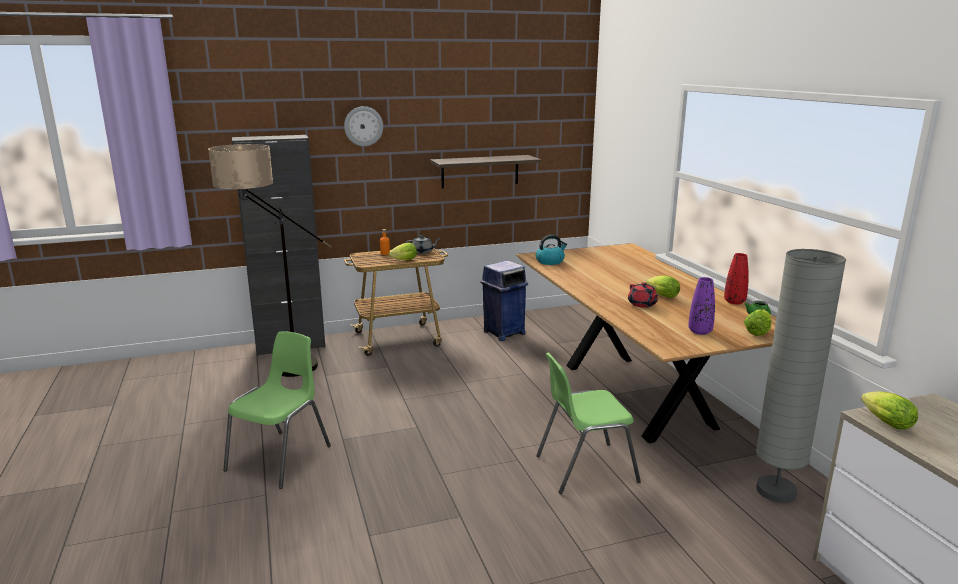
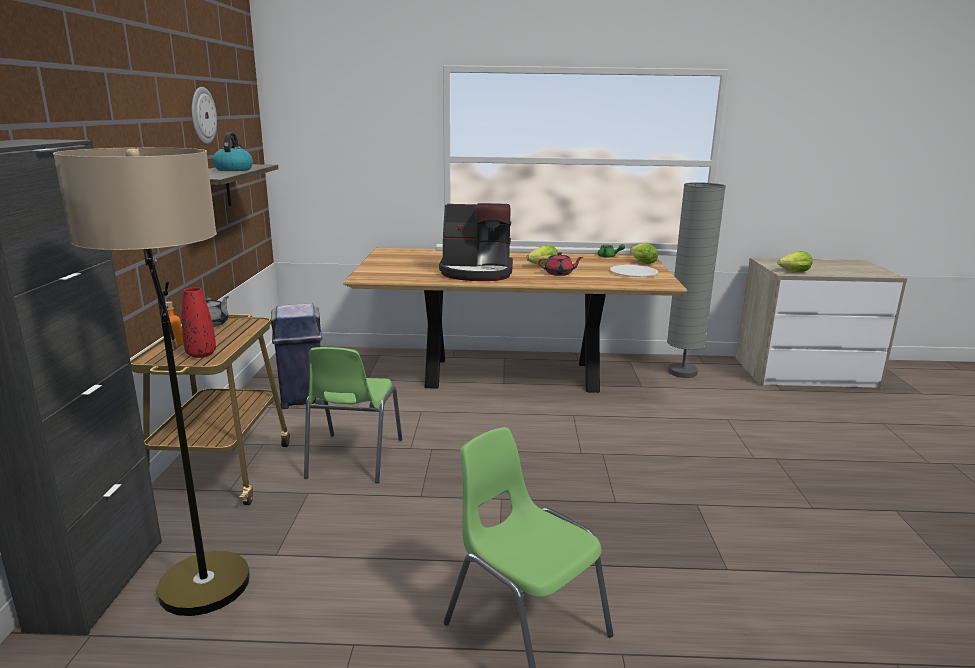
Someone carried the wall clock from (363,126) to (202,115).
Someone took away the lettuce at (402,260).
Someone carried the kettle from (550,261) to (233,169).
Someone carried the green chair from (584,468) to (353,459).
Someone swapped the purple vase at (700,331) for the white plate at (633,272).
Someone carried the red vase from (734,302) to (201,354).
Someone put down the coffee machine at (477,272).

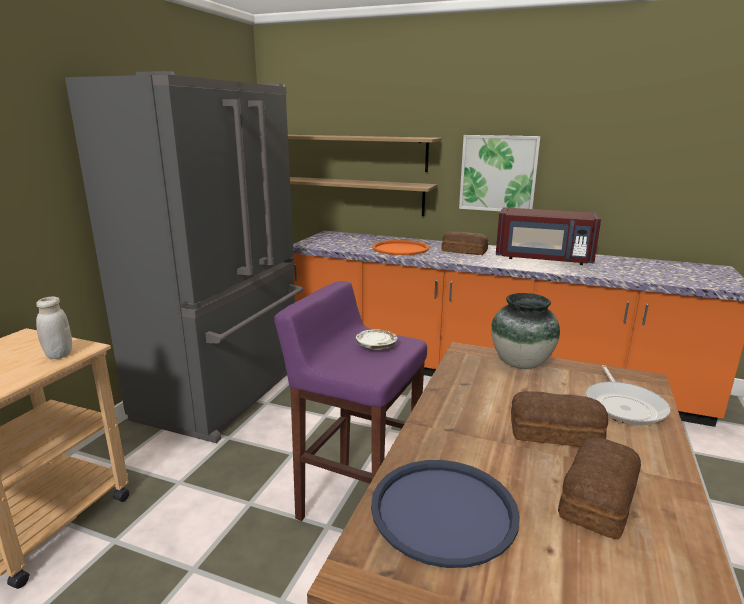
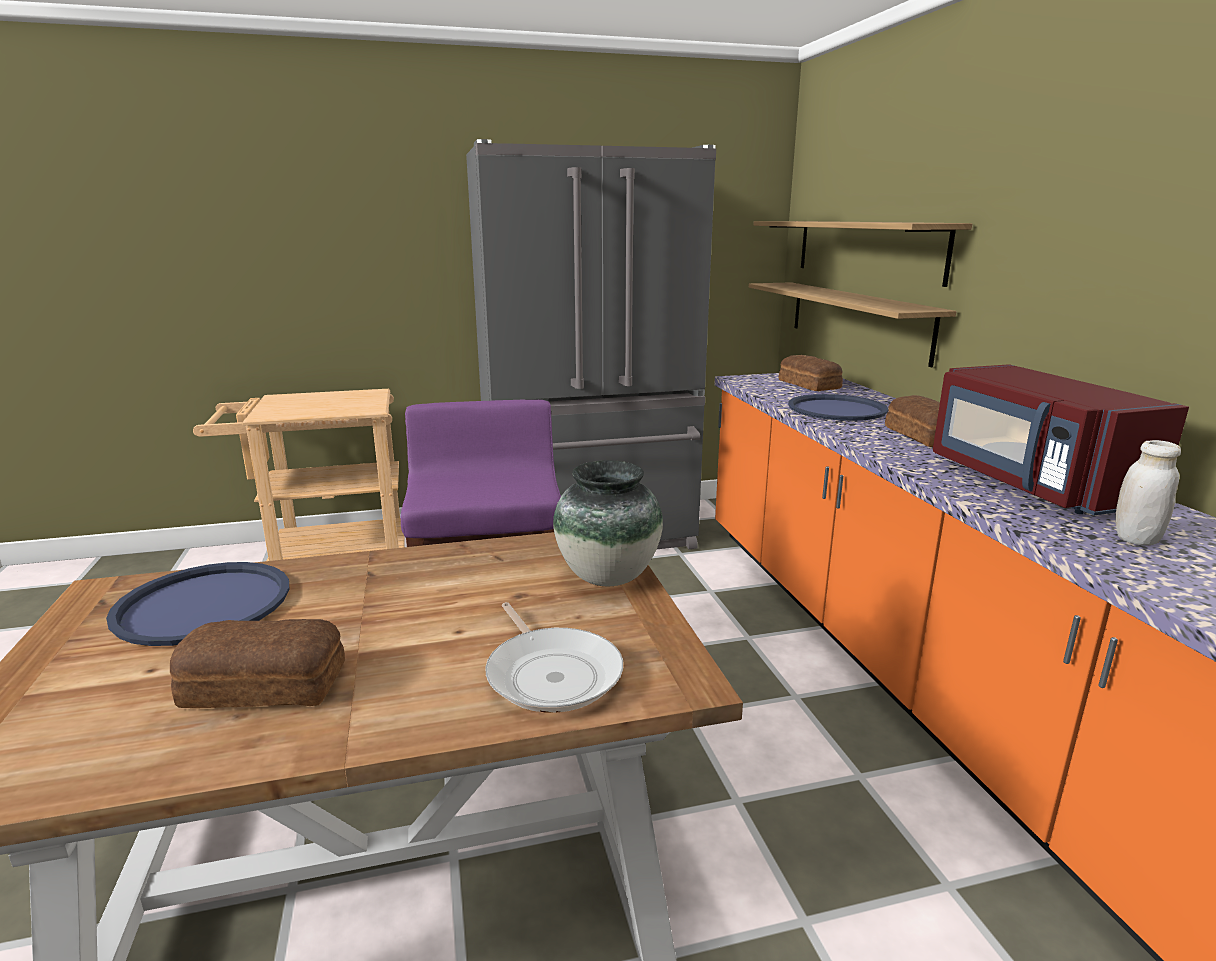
Someone carried the white jar from (59,354) to (1136,539).
Someone took away the white plate at (376,346).
Someone repainted the orange tray at (400,249), which became the blue tray at (836,409).
Someone took away the picture at (498,173).
Someone carried the bread from (556,433) to (809,385).
Someone rotated the frying pan at (623,406) by 90 degrees counterclockwise.

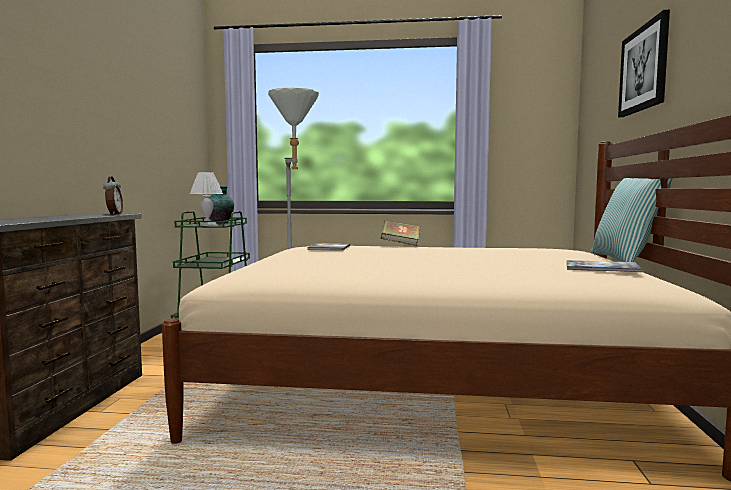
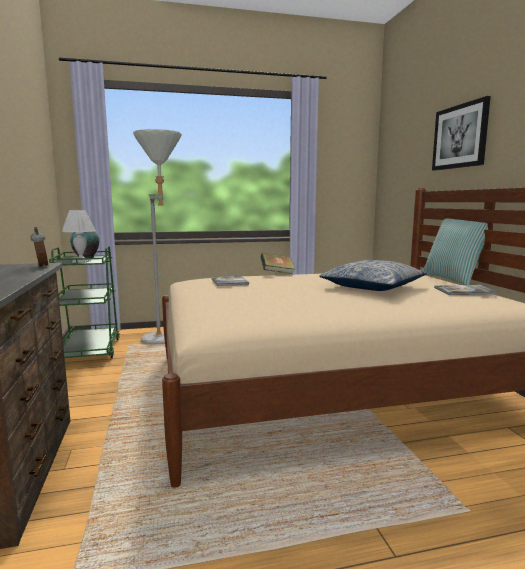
Someone put down the pillow at (372,287).

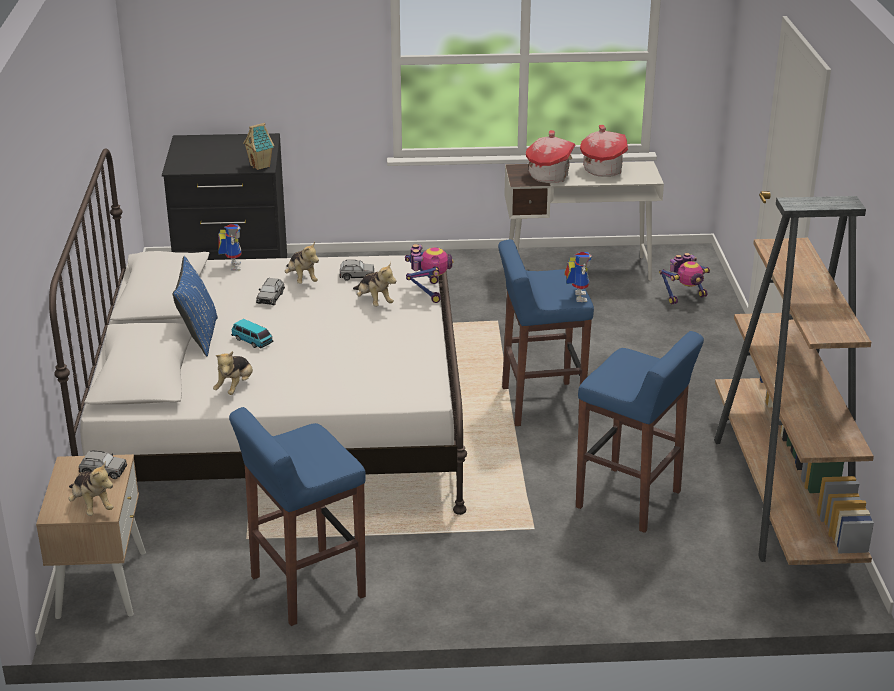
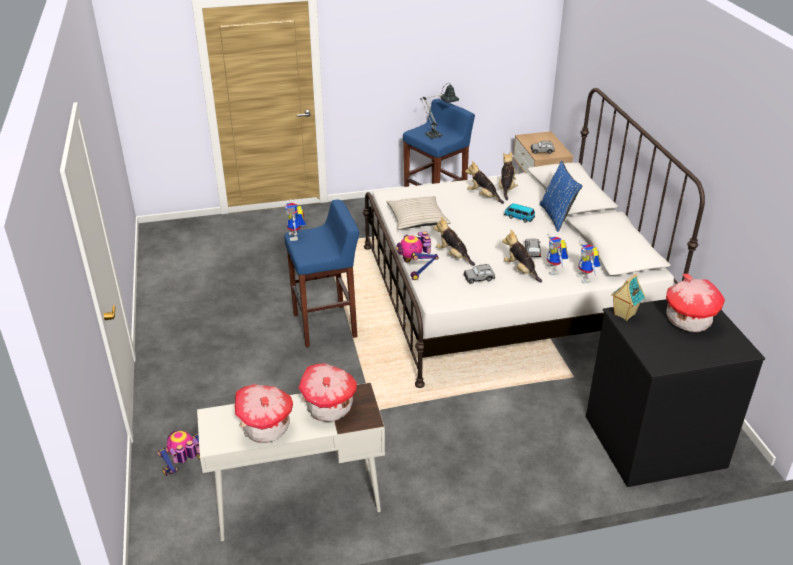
Someone carried the plush toy from (91,506) to (483,196).
Someone took away the blue stool at (630,500).
Someone took away the brown bookcase at (782,498).
Someone put down the beige pillow at (417,219).
Someone put down the table lamp at (437,134).
Someone put down the toy robot at (554,270).
Someone put down the toy house at (688,320).

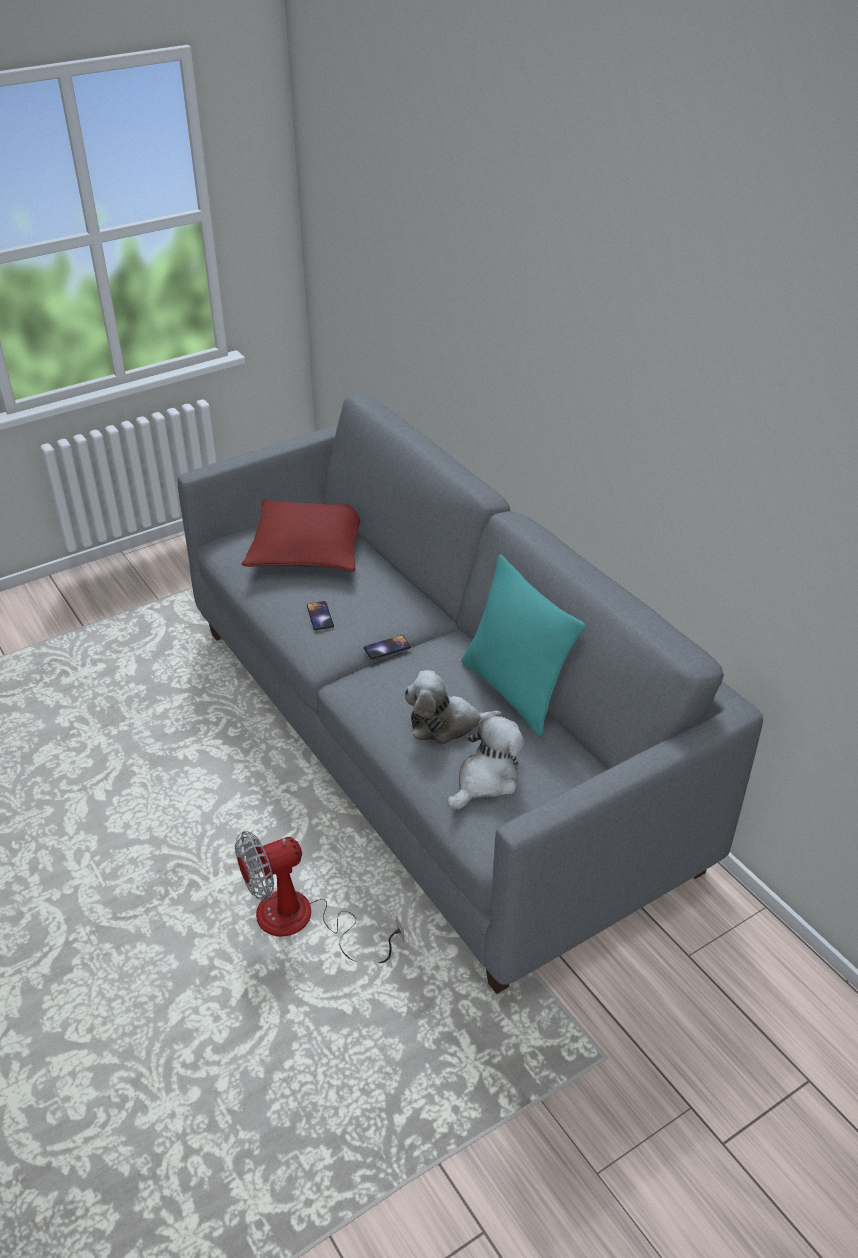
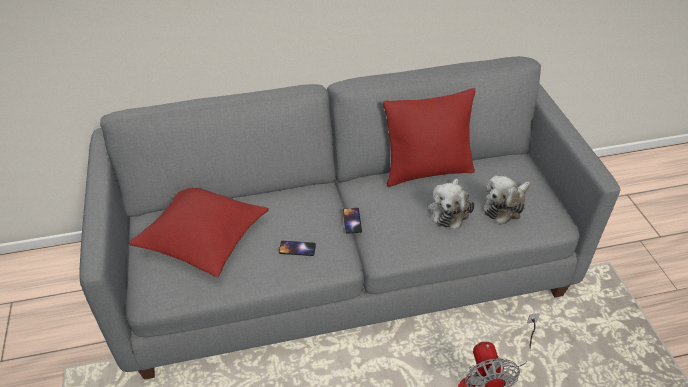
Someone rotated the plush toy at (486,780) by 105 degrees counterclockwise.
Someone repainted the turquoise pillow at (514,691), which became the red pillow at (427,171).

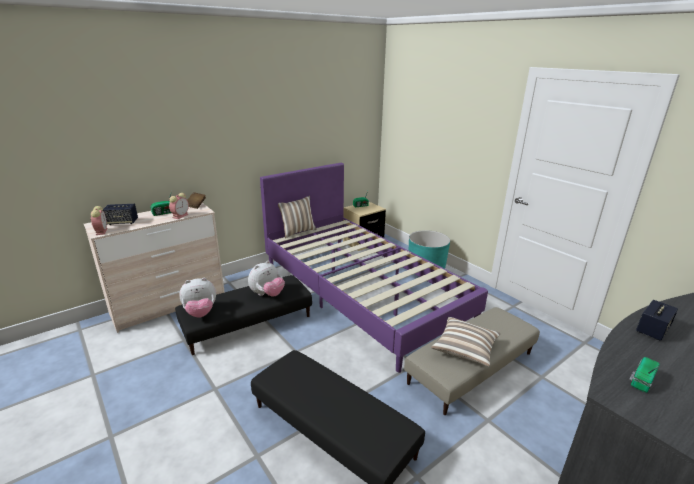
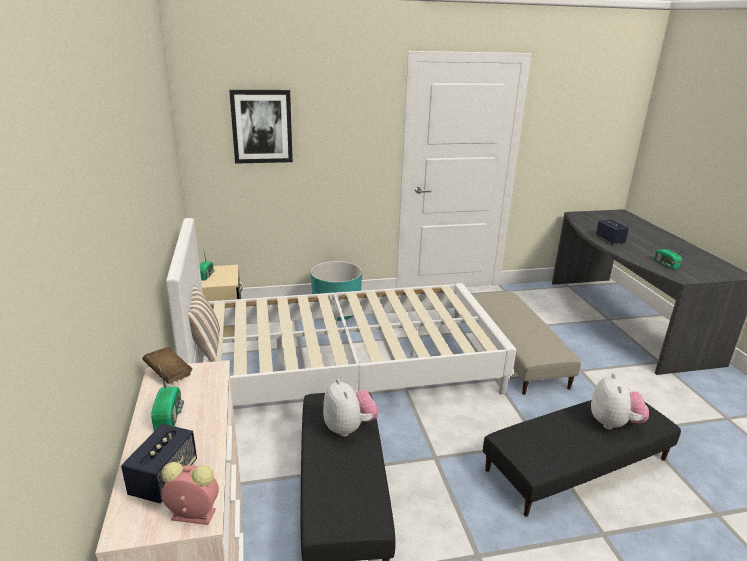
Someone took away the alarm clock at (180,216).
Someone carried the plush toy from (200,313) to (613,423).
Someone repainted the purple bed at (361,292), which became the white bed at (344,368).
Someone took away the pillow at (465,349).
Someone put up the picture at (262,126).

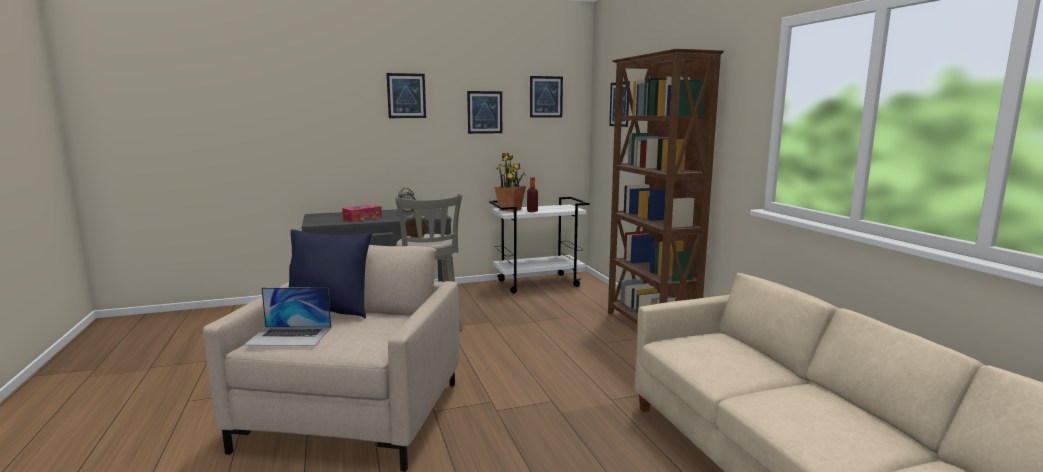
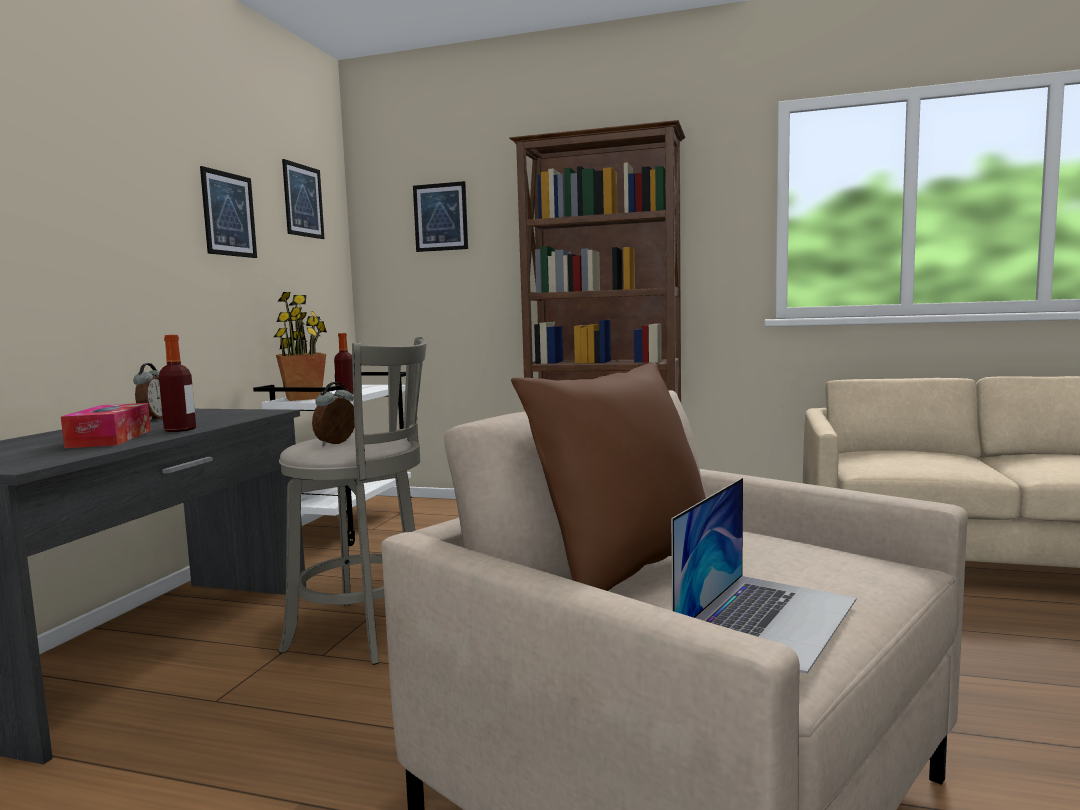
Someone repainted the blue pillow at (330,312), which became the brown pillow at (623,570).
Someone took away the picture at (406,95).
Someone put down the bottle at (180,430).

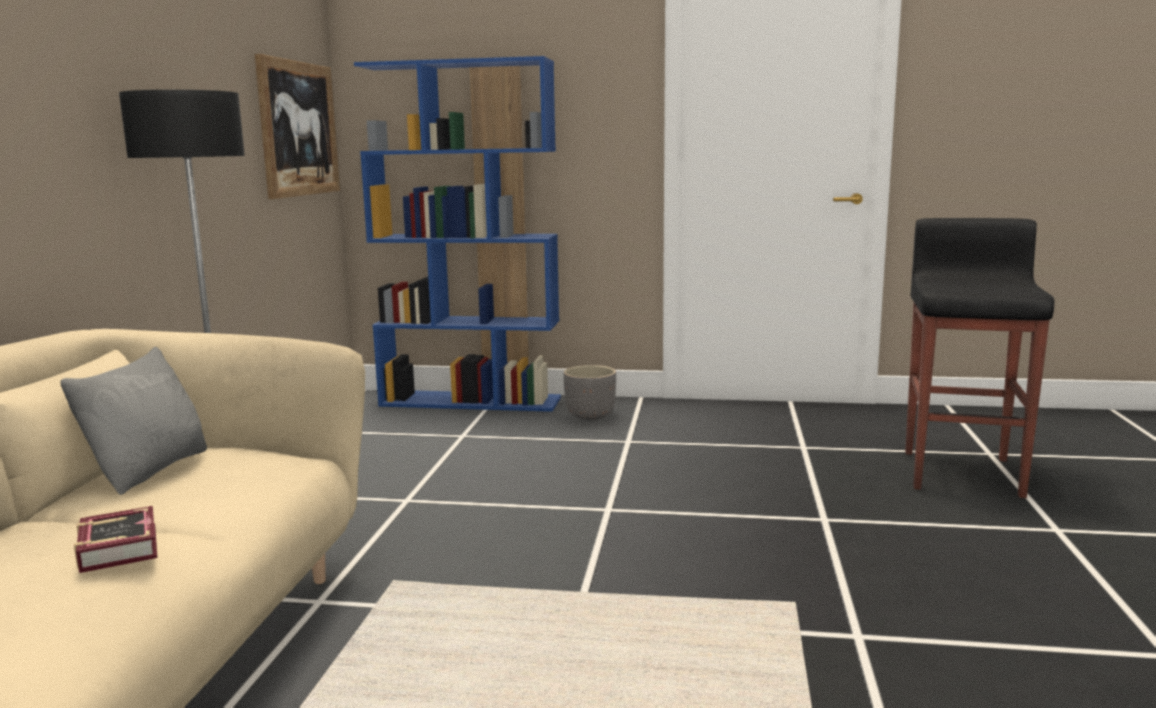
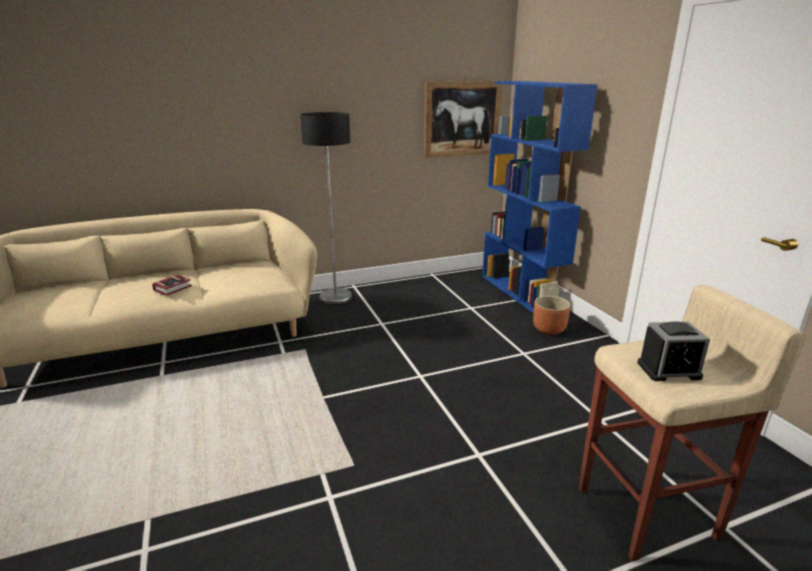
Someone took away the grey pillow at (149,470).
Someone repainted the grey planter at (590,415), which became the brown planter at (549,330).
Someone repainted the black stool at (963,472), which became the beige stool at (649,513).
Someone put down the alarm clock at (668,370).

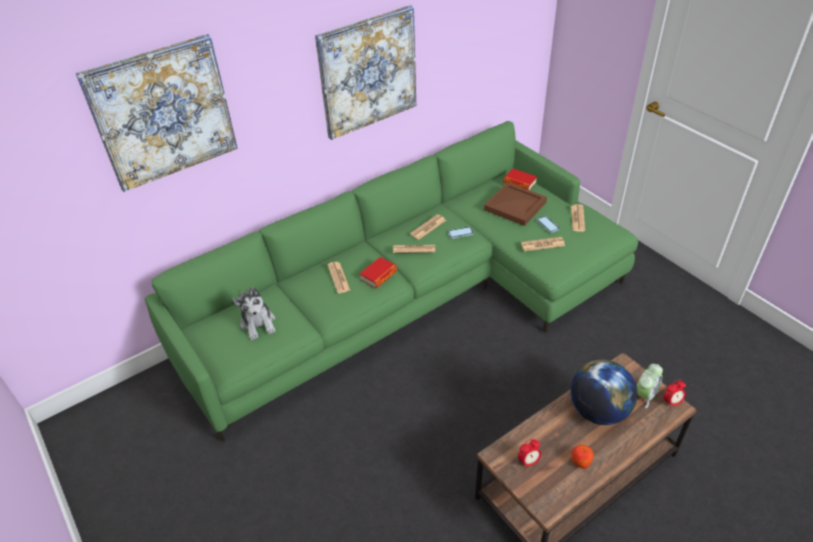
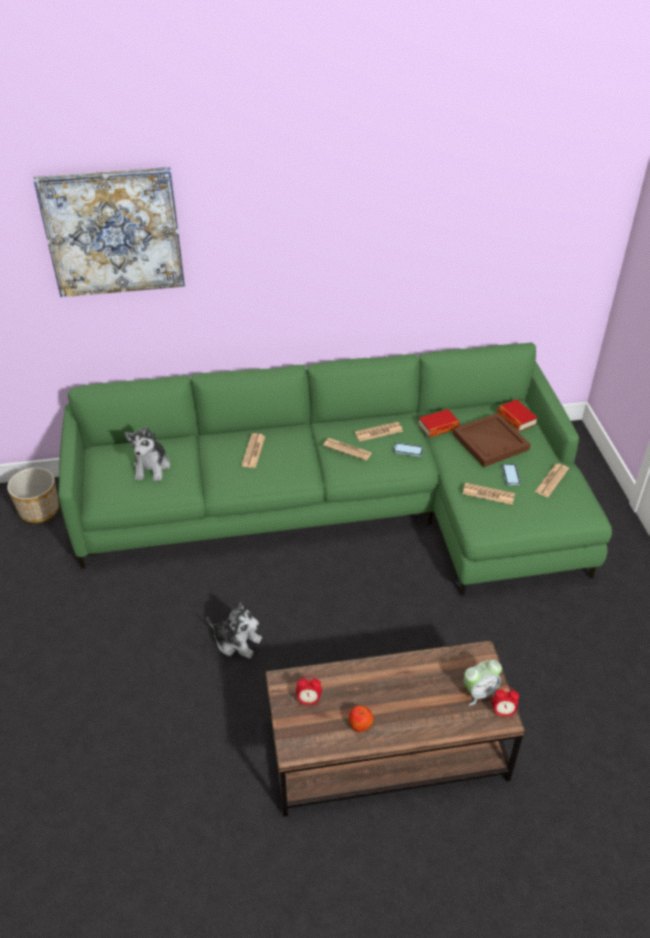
Someone took away the picture at (368,72).
Someone carried the book from (378,275) to (438,427).
Someone took away the globe at (598,411).
Someone put down the planter at (39,510).
Someone put down the plush toy at (237,641).

